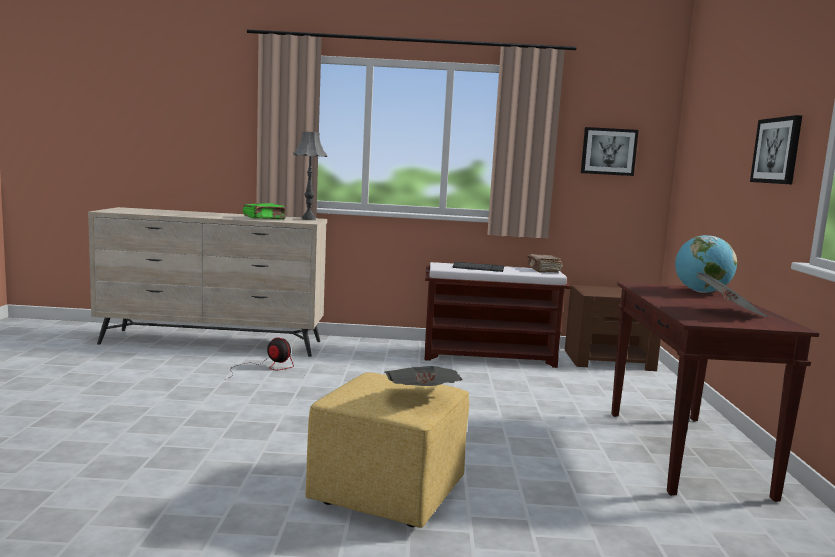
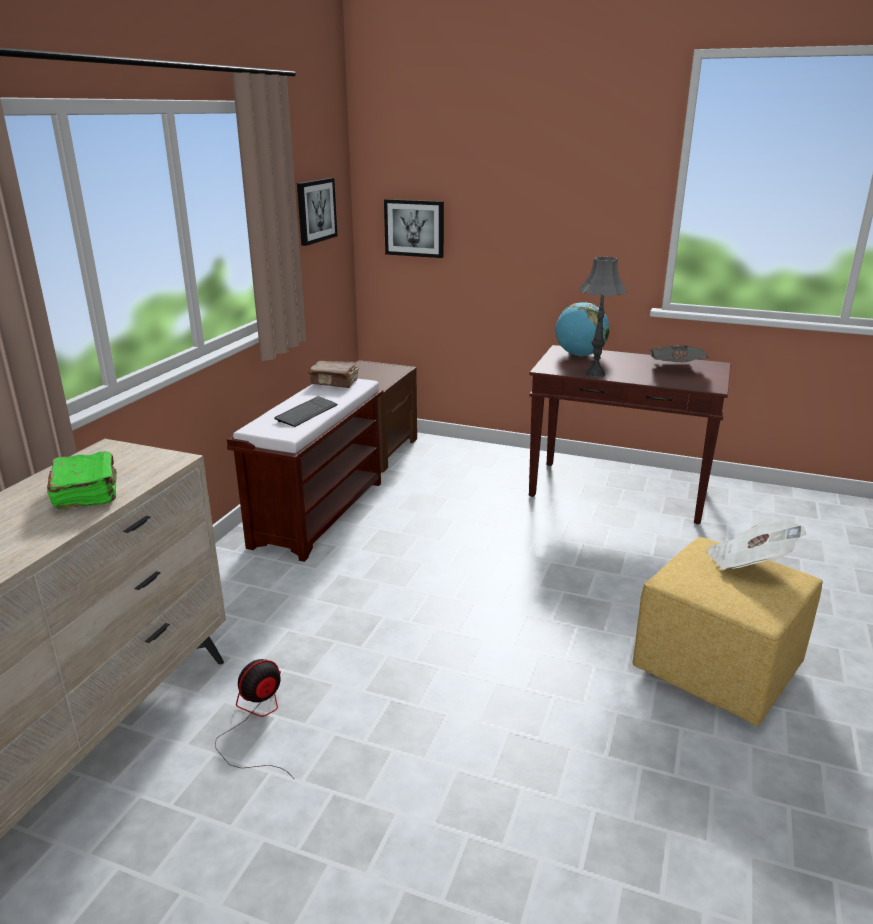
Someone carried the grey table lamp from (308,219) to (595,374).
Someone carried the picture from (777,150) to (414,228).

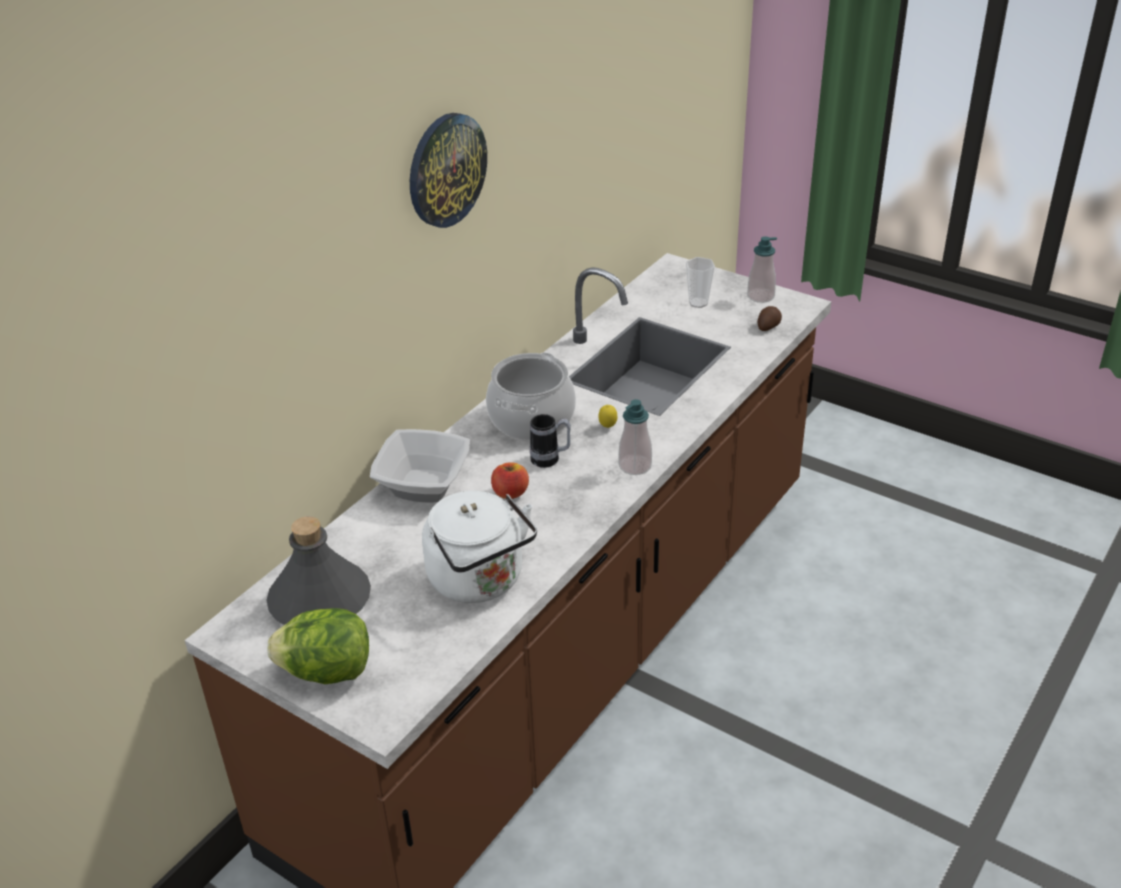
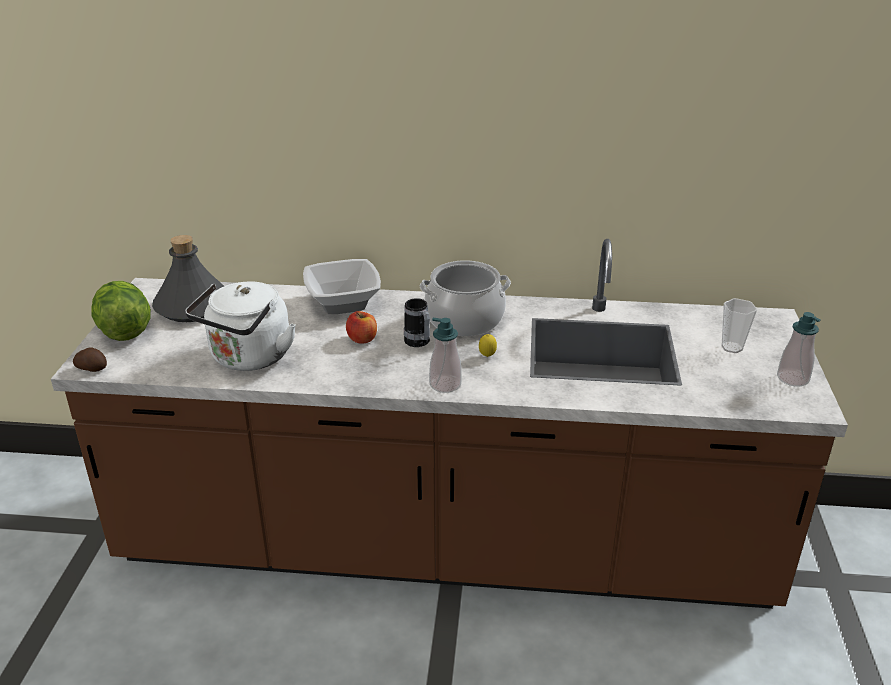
Someone took away the wall clock at (446,170).
Someone carried the potato from (768,326) to (92,368).

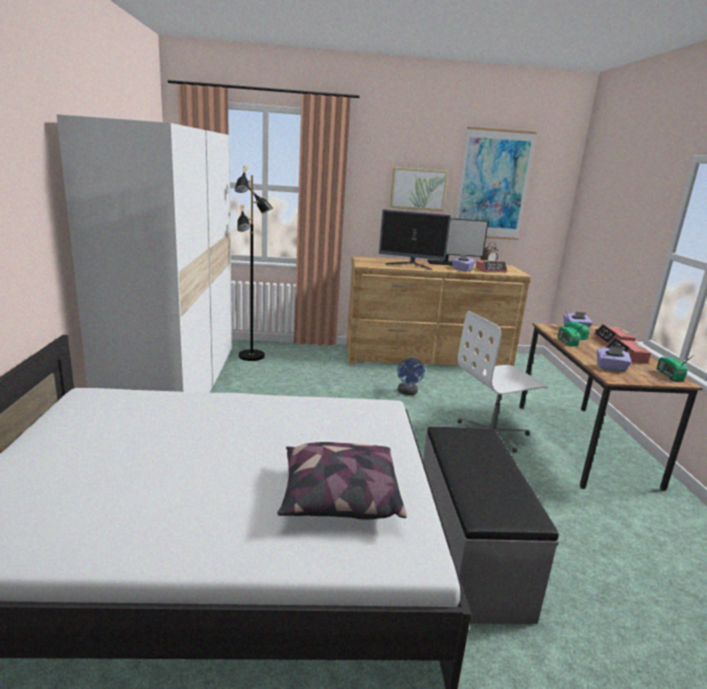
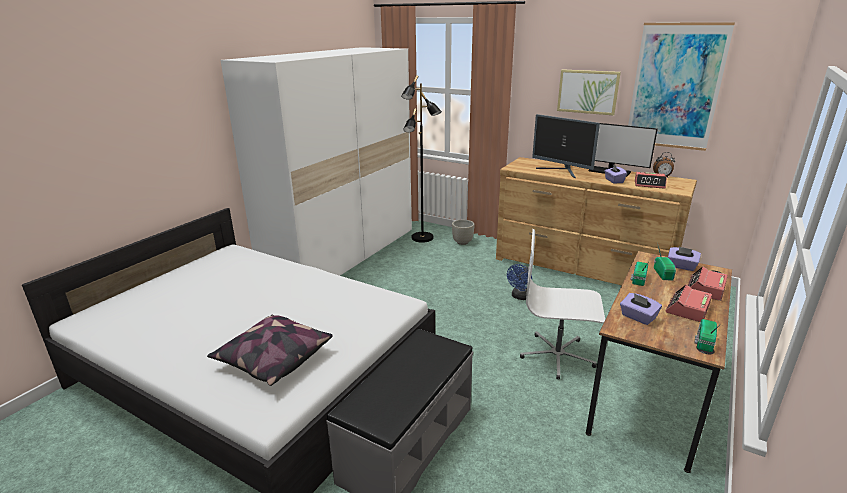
Someone put down the grey planter at (462,242).

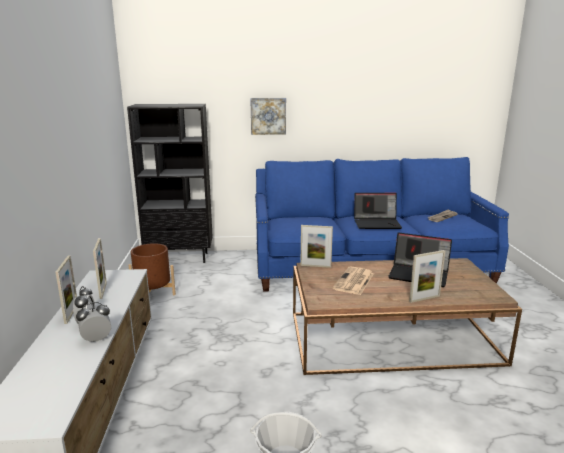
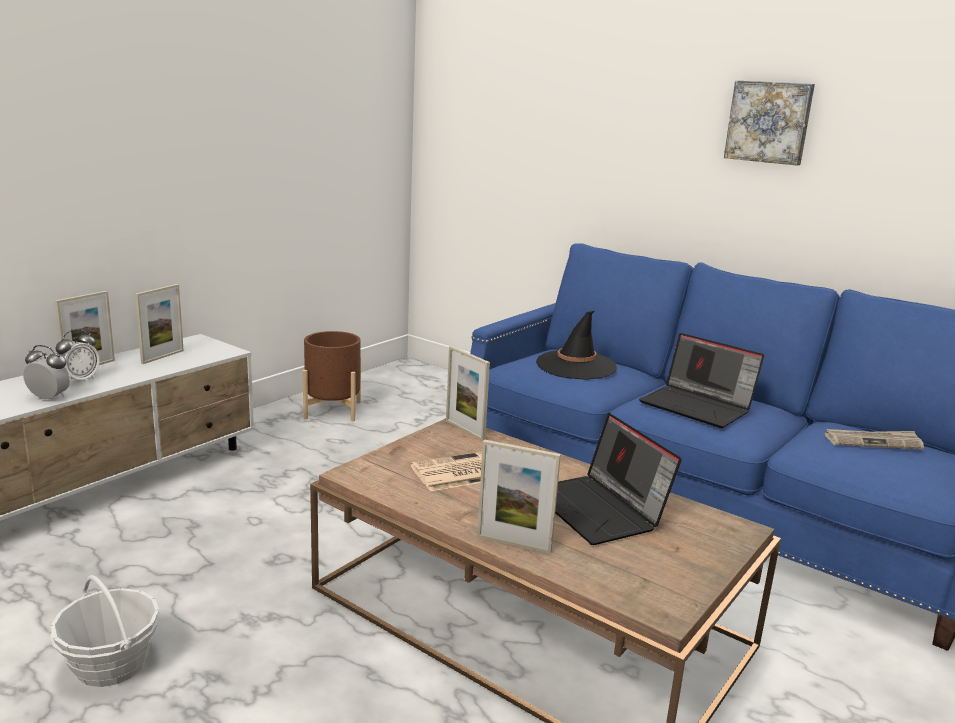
Someone took away the black bookcase at (180,258).
Someone carried the picture from (268,116) to (769,122).
Someone put down the black hat at (576,365).

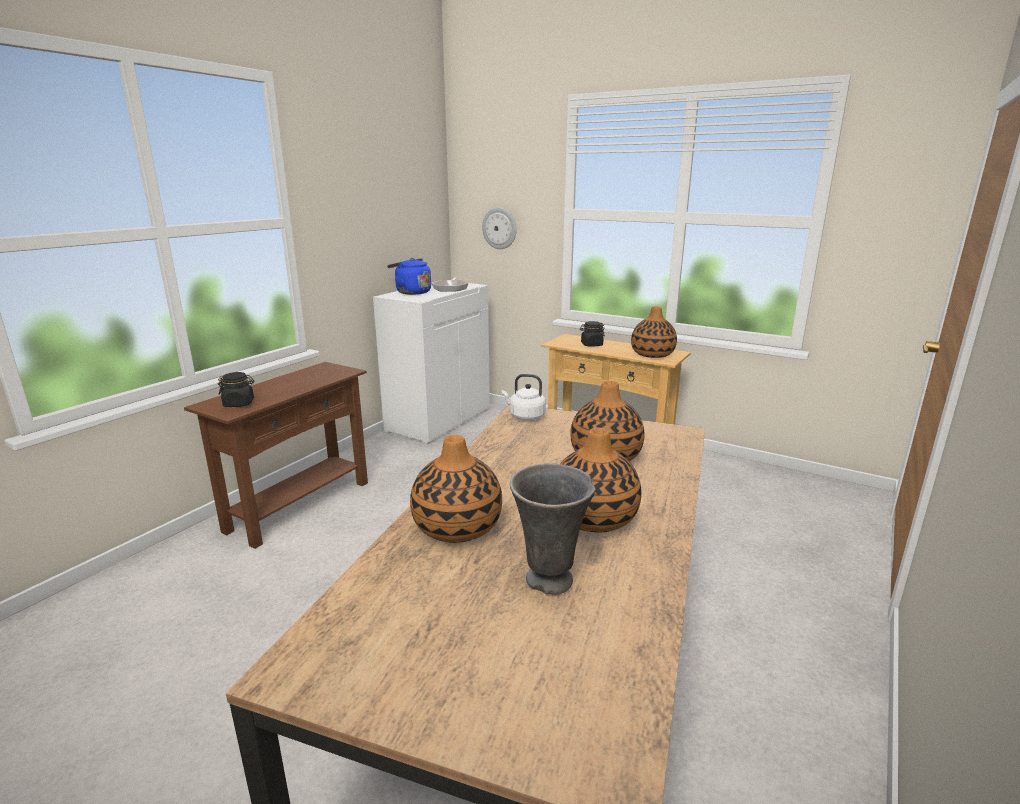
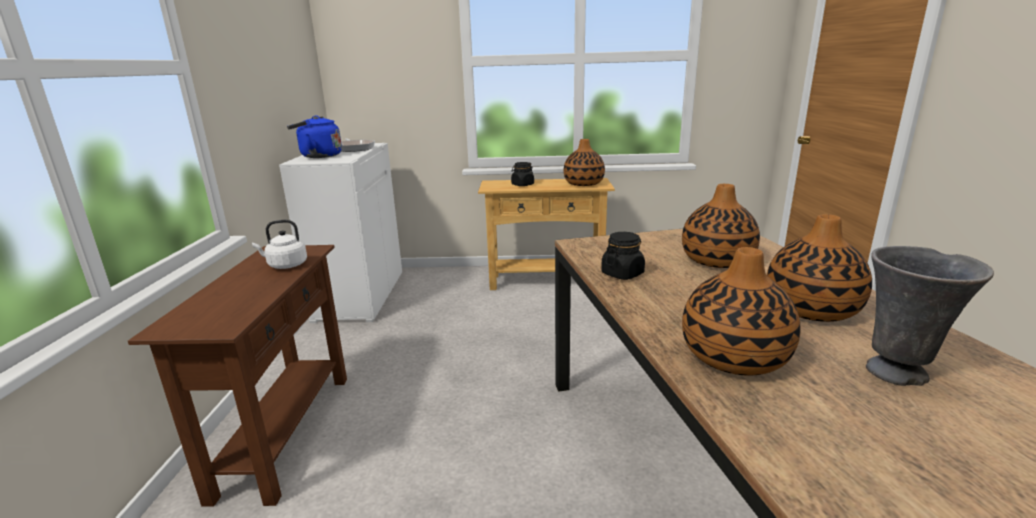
Someone carried the black jar from (239,403) to (622,274).
Someone took away the wall clock at (499,228).
Someone carried the white kettle from (525,416) to (285,265).

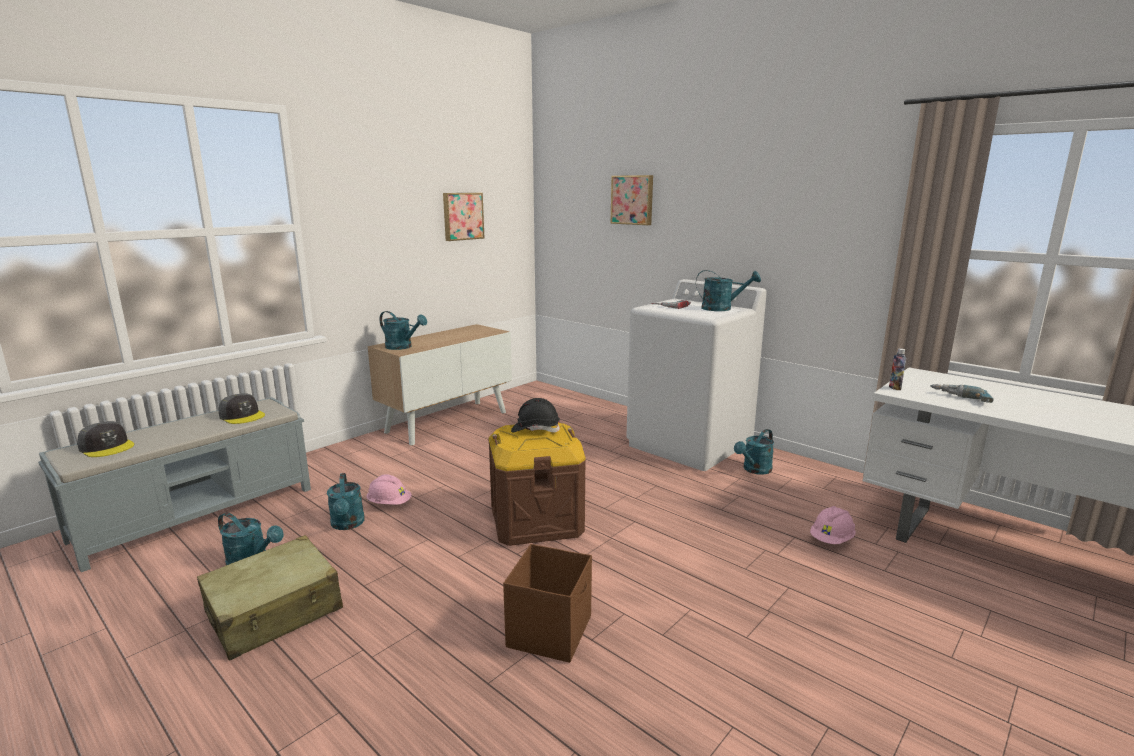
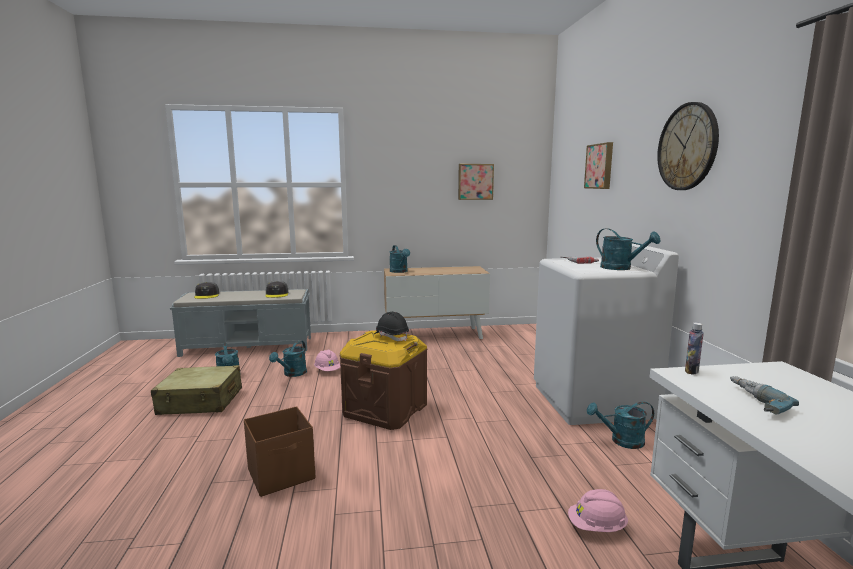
Someone put up the wall clock at (687,147).

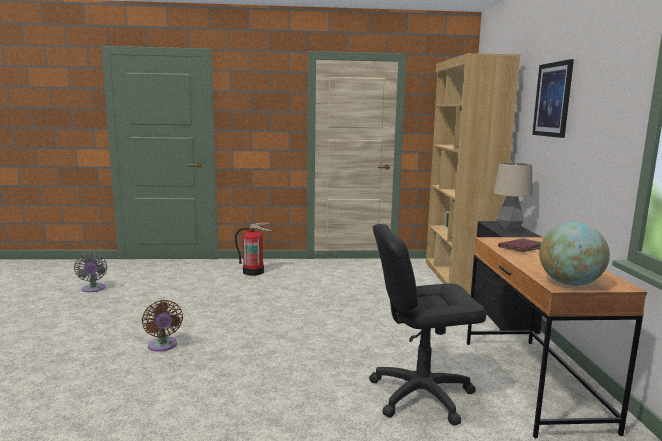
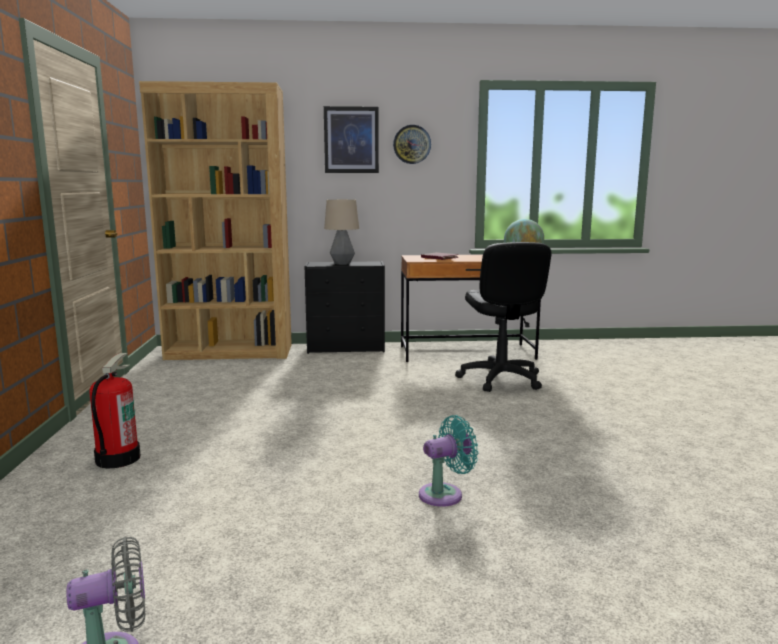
Someone repainted the brown fan at (163,346), which became the turquoise fan at (445,494).
Someone put up the wall clock at (412,144).

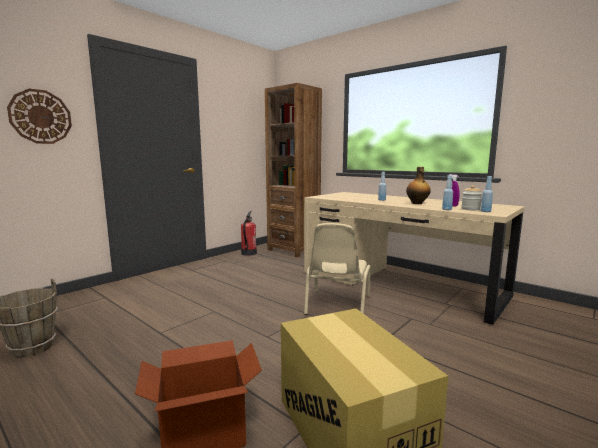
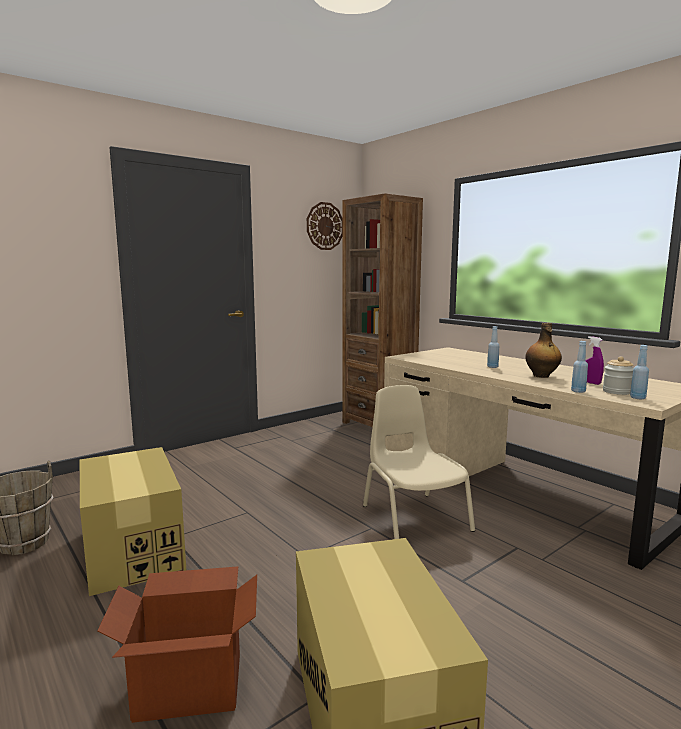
Someone carried the wall clock from (40,117) to (325,226).
Someone took away the fire extinguisher at (248,253).
Someone rotated the beige chair at (337,305) by 135 degrees clockwise.
Someone put down the cardboard box at (133,550).

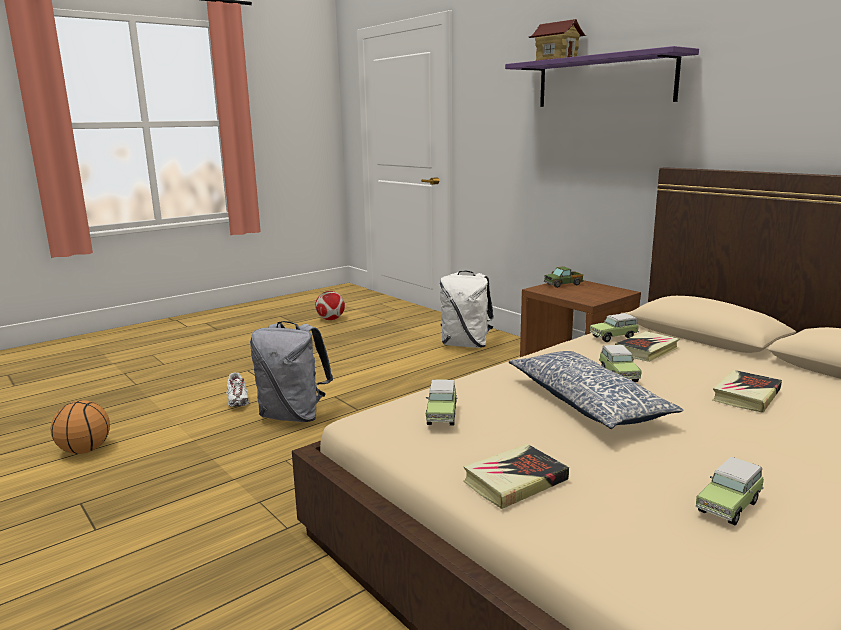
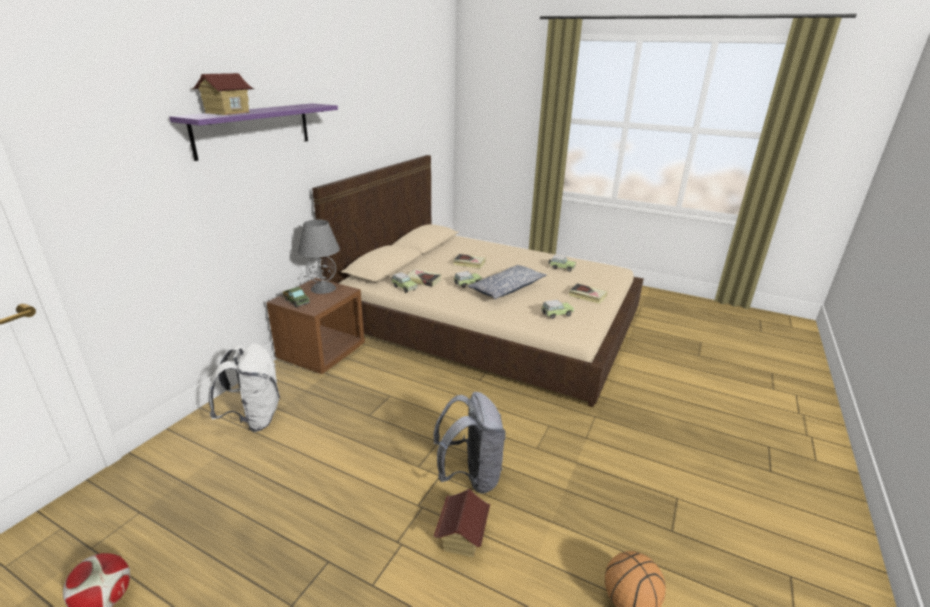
Someone swapped the white shoe at (237,401) for the toy house at (462,538).
Someone put down the grey table lamp at (323,288).

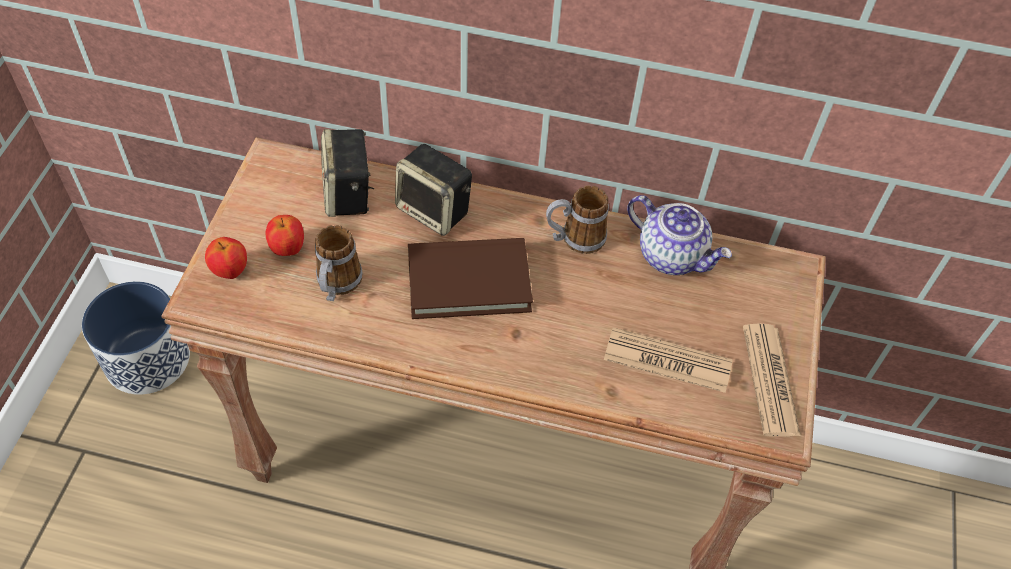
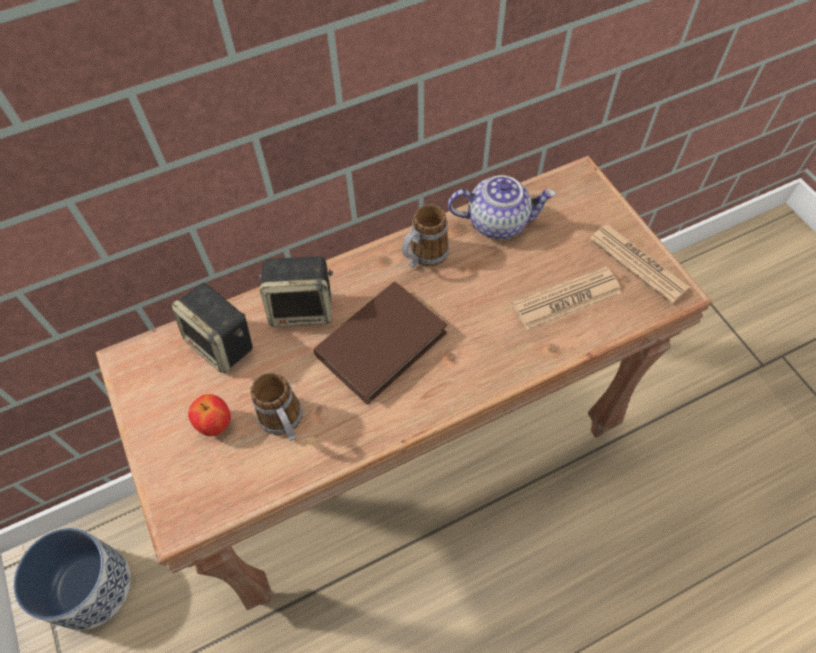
Someone took away the apple at (230,271).

